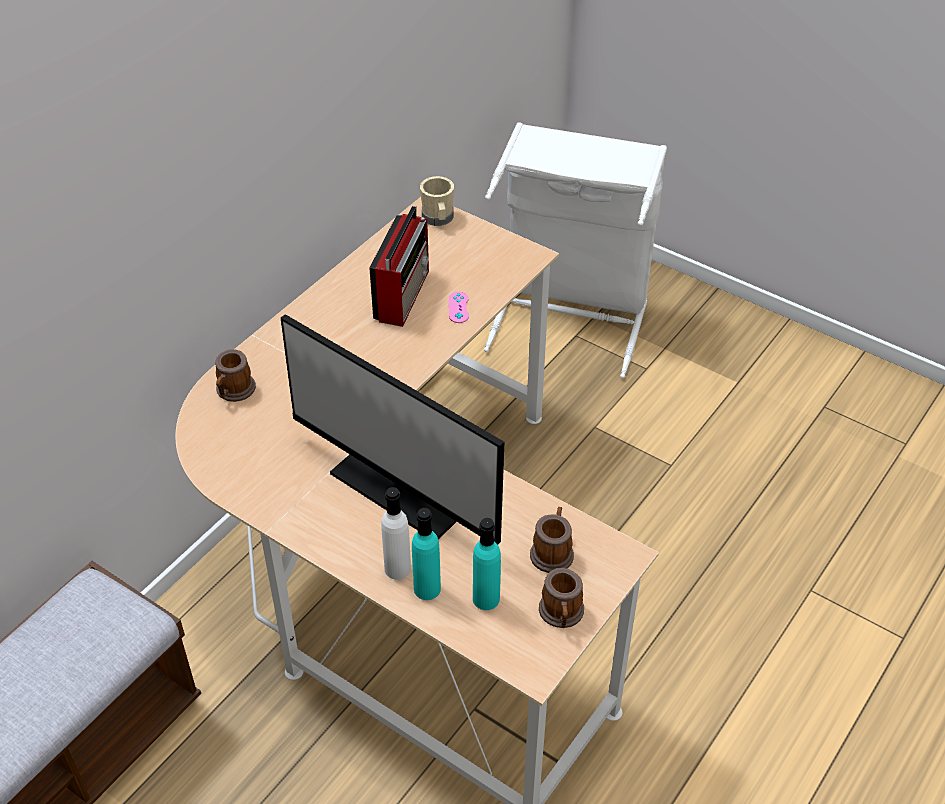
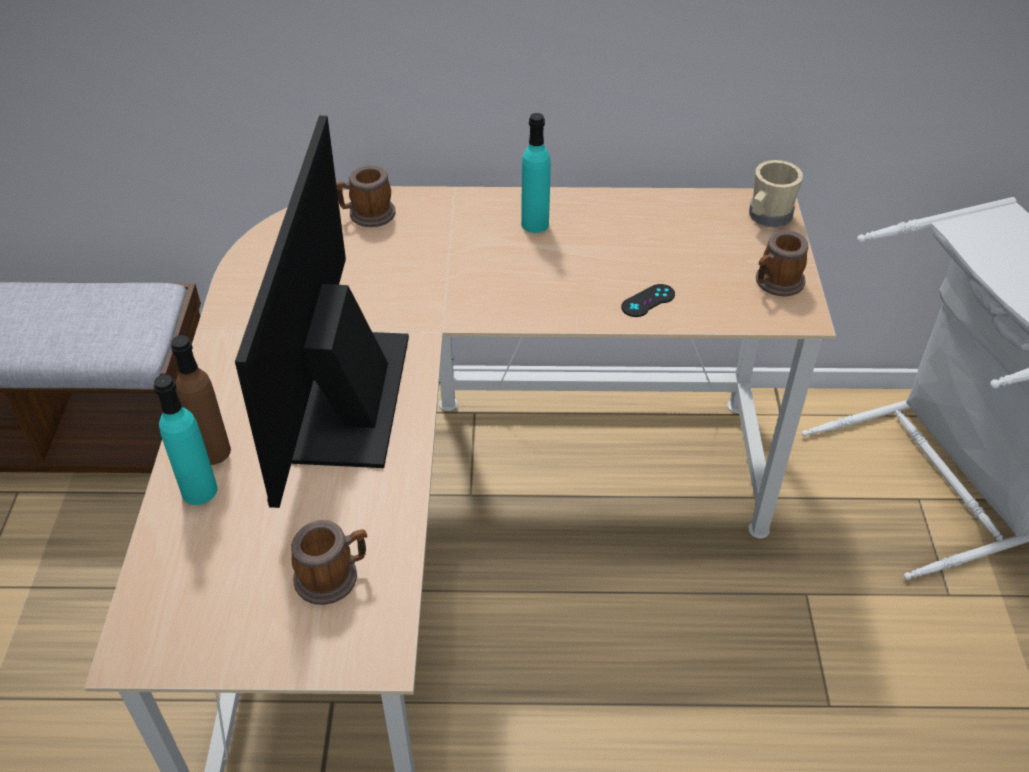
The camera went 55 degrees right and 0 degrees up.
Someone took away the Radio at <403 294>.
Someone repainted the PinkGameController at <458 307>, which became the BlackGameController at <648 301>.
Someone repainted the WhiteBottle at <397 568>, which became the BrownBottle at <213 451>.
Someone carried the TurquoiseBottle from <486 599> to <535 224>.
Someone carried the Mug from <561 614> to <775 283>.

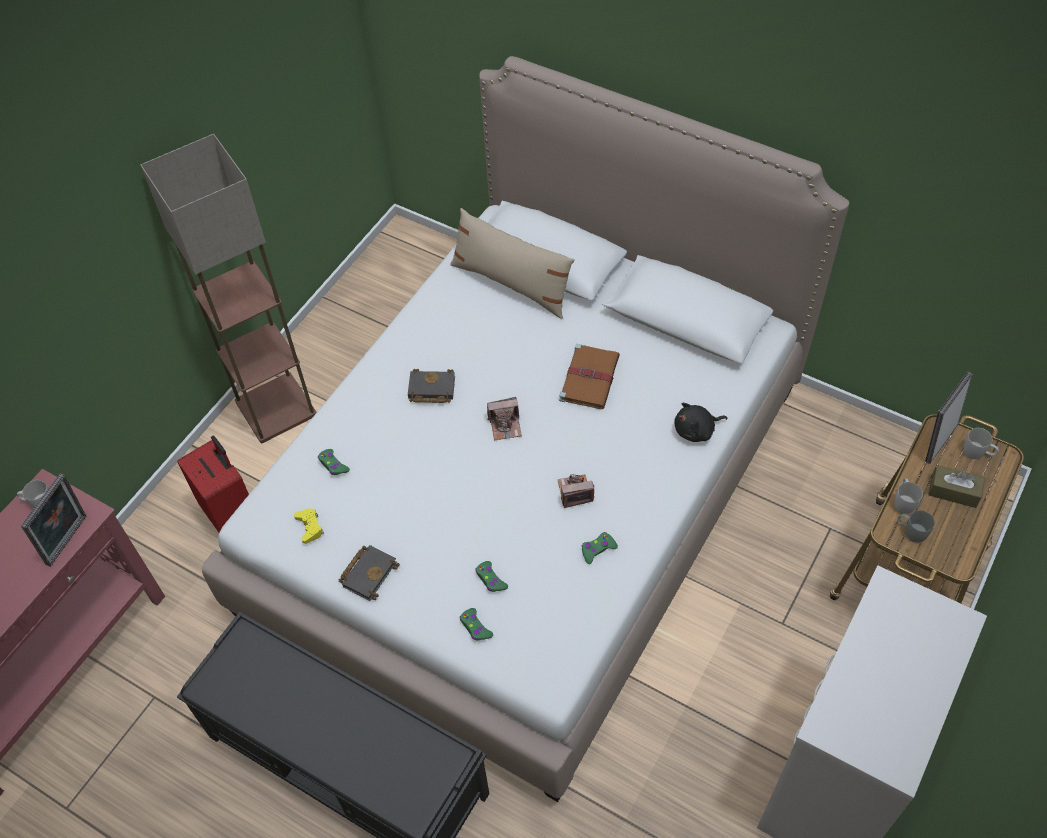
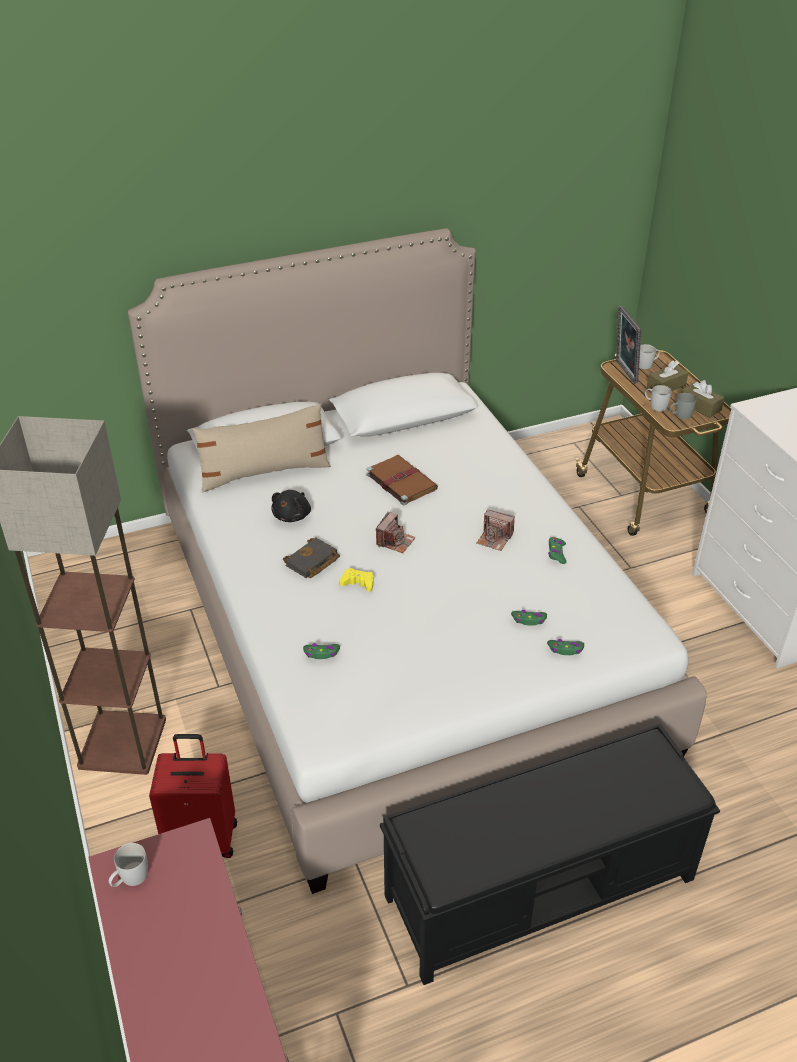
The camera went 55 degrees left and 15 degrees down.
Someone carried the BlackPlushToy from <696 430> to <292 515>.
Someone took away the PictureFrame at <70 541>.
Someone rotated the PhotoCamera at <574 492> by 90 degrees counterclockwise.
Someone carried the YellowGameController from <310 527> to <358 583>.
Someone took away the BlackBook at <369 573>.
Someone put down the BrownTissueBox at <700 406>.

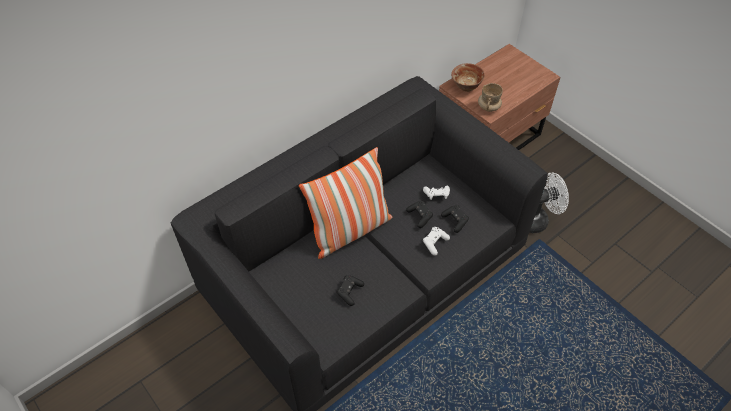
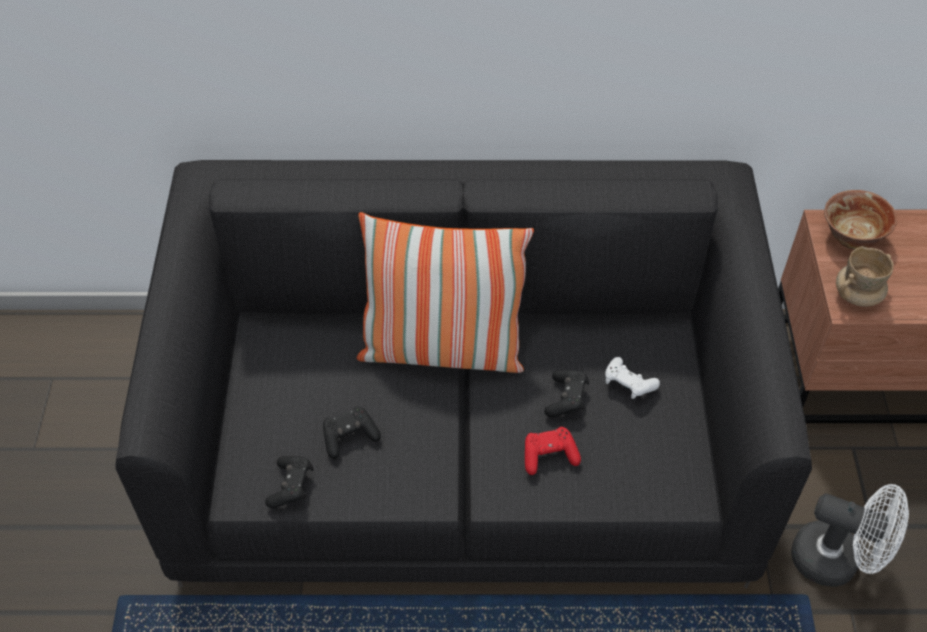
The camera went 40 degrees right and 0 degrees up.
Someone carried the BlackGameController from <455 221> to <291 487>.
Someone repainted the WhiteGameController at <434 243>, which became the RedGameController at <549 456>.

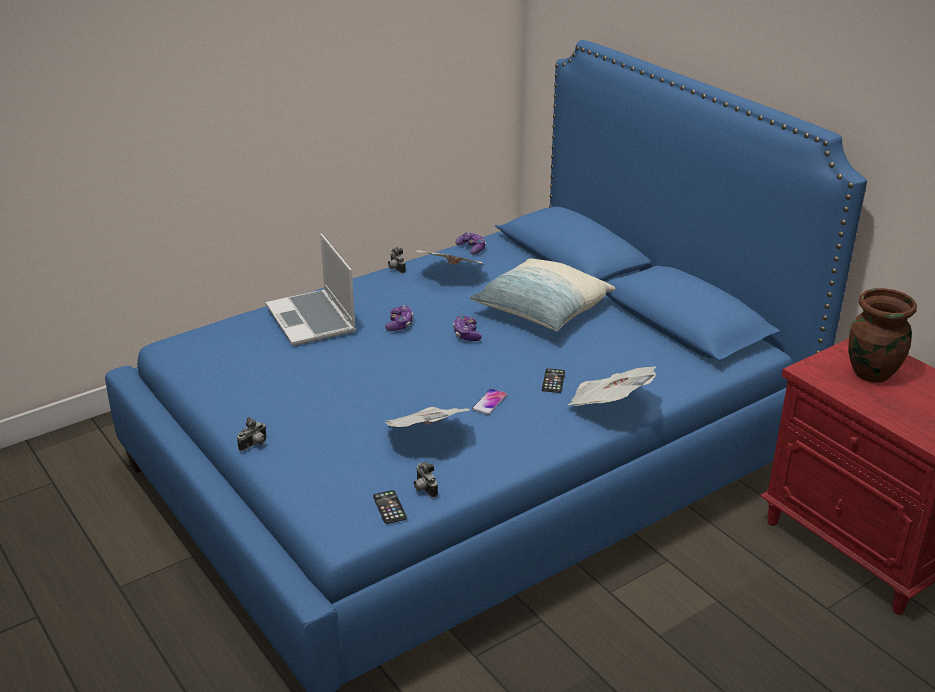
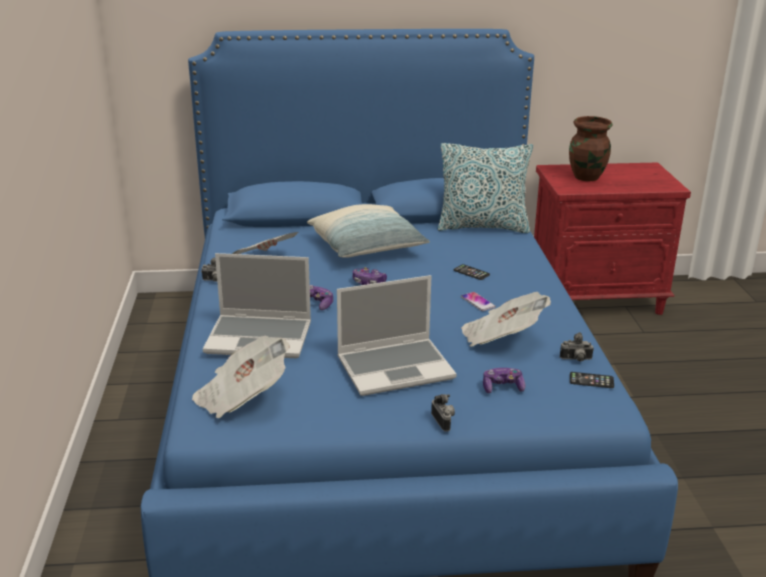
The camera went 60 degrees left and 5 degrees down.
Someone carried the GameController from <471 248> to <502 387>.
Someone carried the Newspaper from <609 405> to <242 397>.
Someone put down the Pillow at <482 226>.
Someone put down the Laptop at <396 367>.

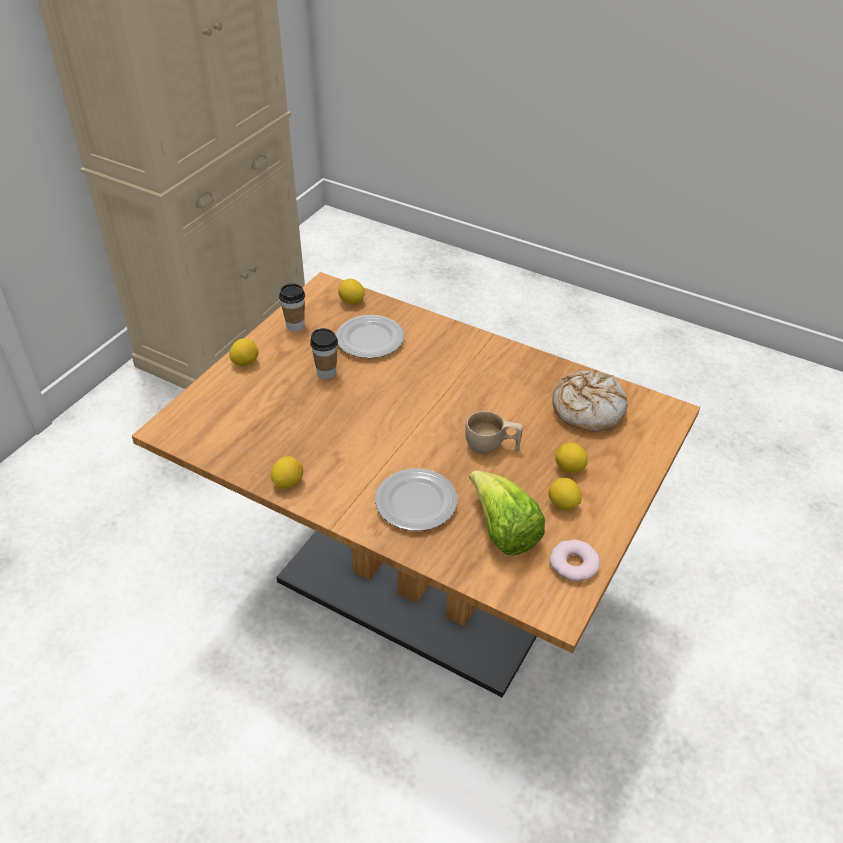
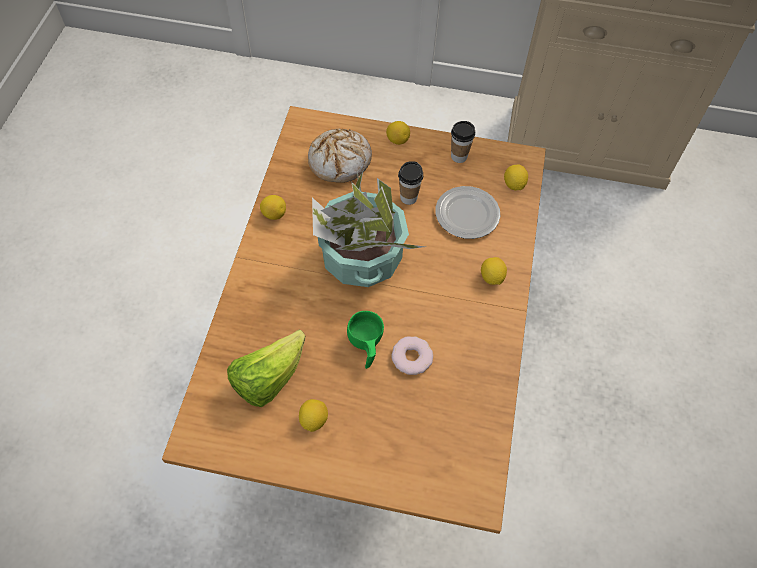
The camera went 70 degrees right and 15 degrees up.
Someone carried the Bread from <587 409> to <340 161>.
Someone repainted the BeigeCup at <492 447>, which became the GreenCup at <365 346>.
Someone carried the Lemon from <569 468> to <491 277>.
Someone took away the Plate at <416 502>.
Someone carried the Donut from <573 564> to <411 357>.
Someone put down the PottedPlant at <361 256>.

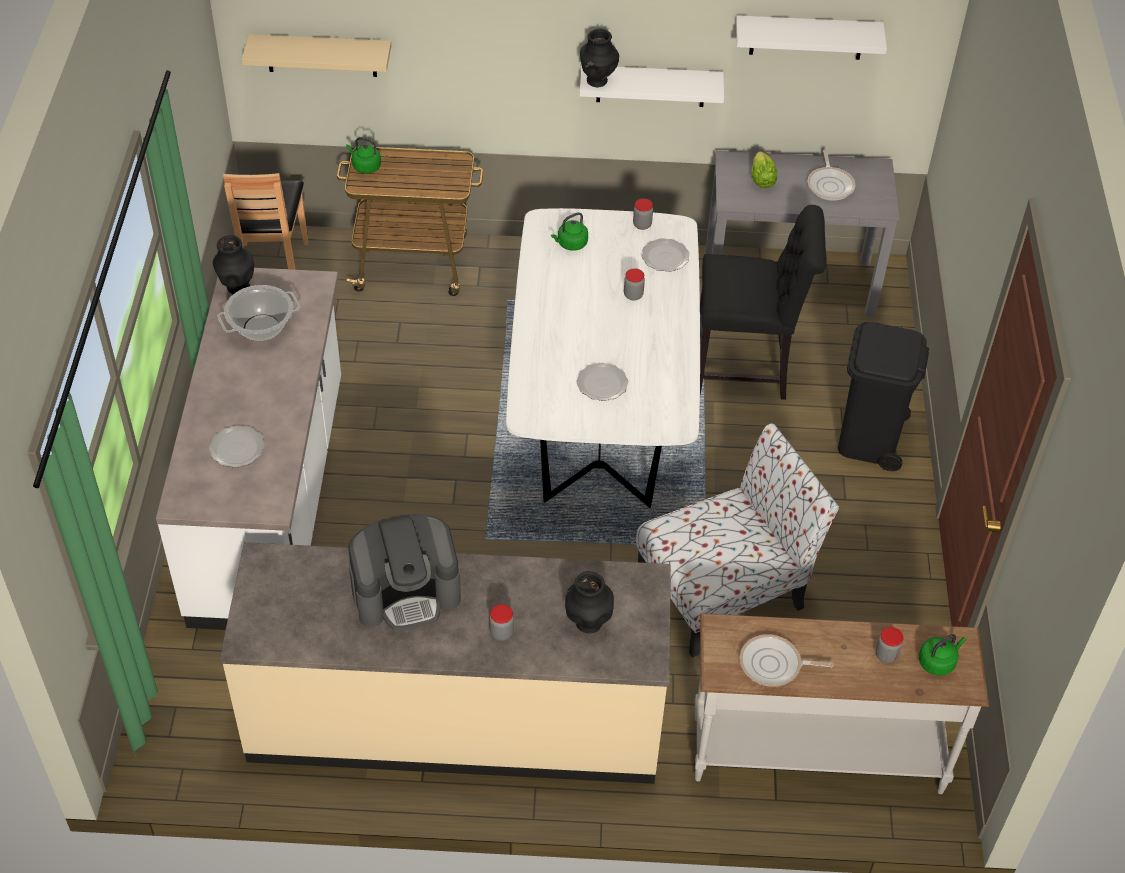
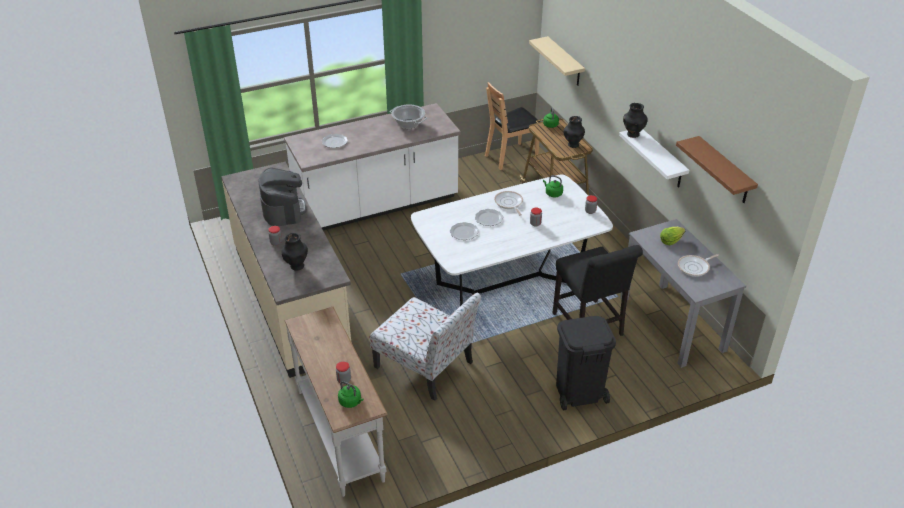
The camera went 65 degrees right and 10 degrees down.
Someone repainted the WhiteShelf at <807 37>, which became the BrownShelf at <724 171>.
Someone carried the BlackVase from <237 287> to <573 144>.
Someone carried the Plate from <665 256> to <489 218>.
Someone rotated the CoffeeMachine at <406 592> by 150 degrees counterclockwise.
Someone carried the FryingPan from <774 665> to <509 203>.

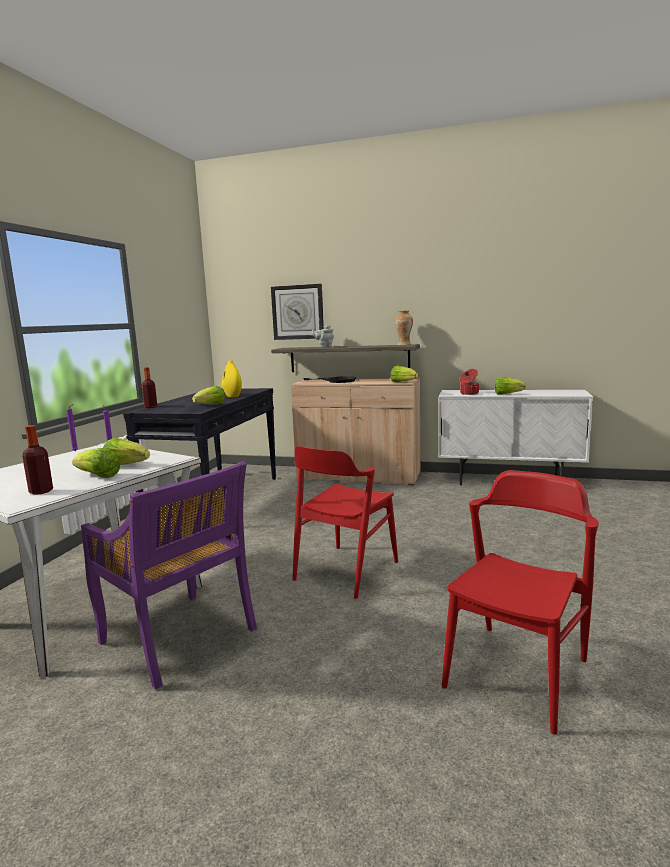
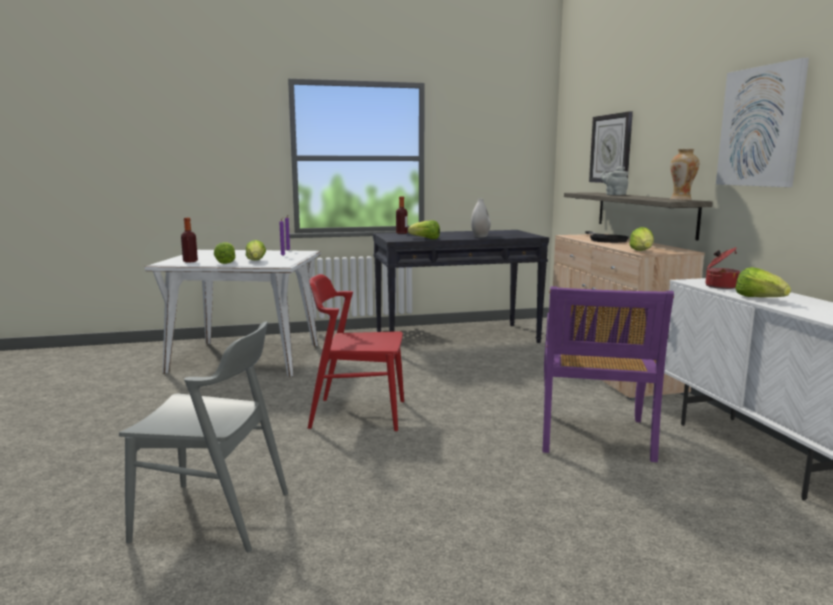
The camera went 60 degrees right and 0 degrees up.
Someone repainted the YellowVase at <232 396>, which became the WhiteVase at <480 236>.
Someone carried the PurpleChair from <179 637> to <595 437>.
Someone repainted the RedChair at <517 673>, which became the GreyChair at <213 516>.
Someone put up the Picture at <761 127>.

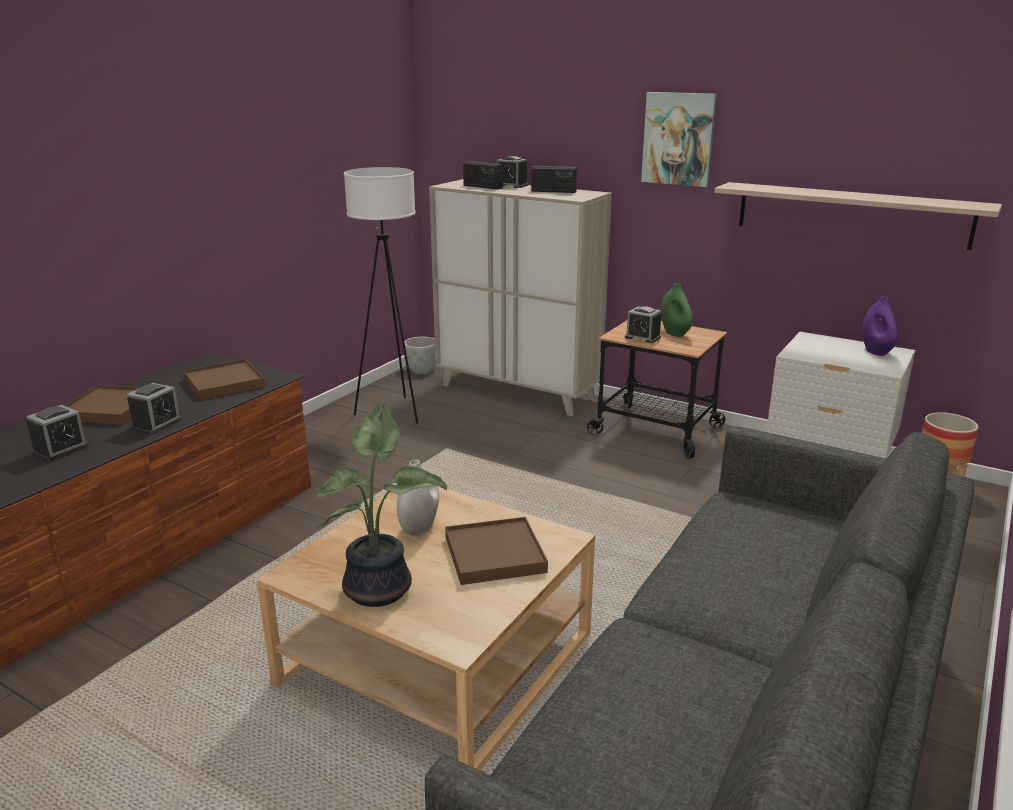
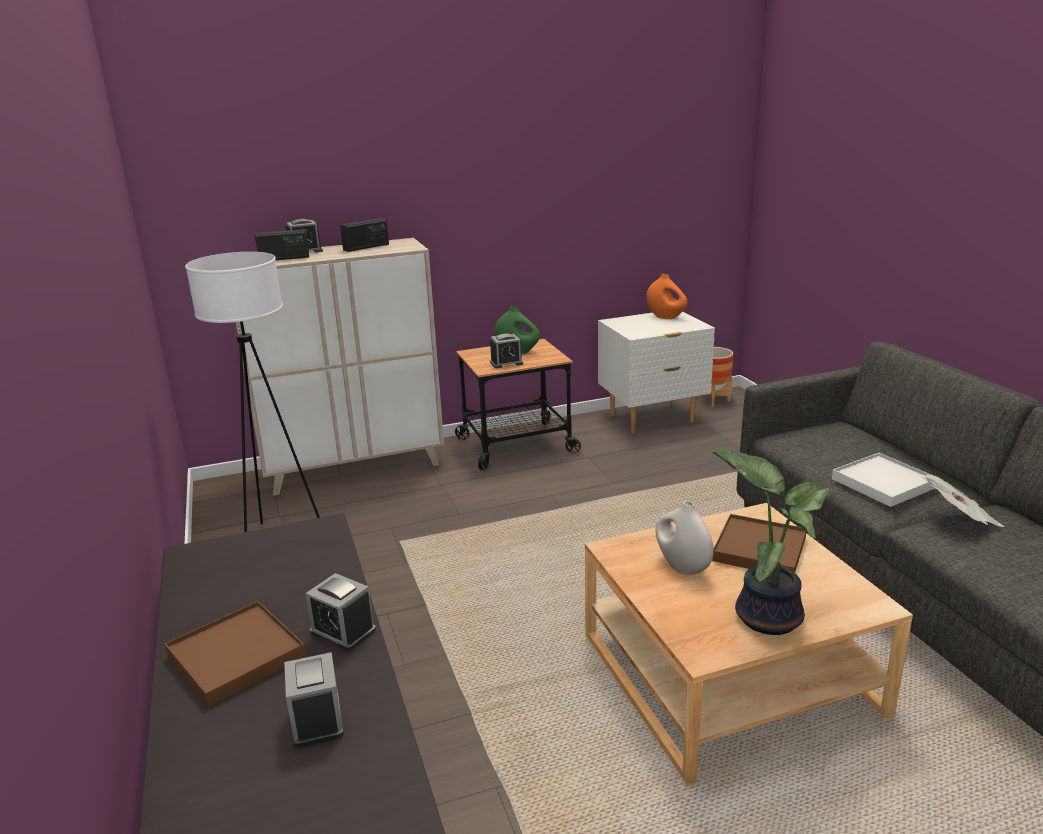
The camera went 50 degrees left and 0 degrees up.
Someone took away the Picture at <678 139>.
Someone took away the Shelf at <851 214>.
Someone repainted the PurpleVase at <876 352>, which became the OrangeVase at <666 317>.
Someone took away the GreyPlanter at <422 370>.
Someone took away the BrownTray at <224 383>.
Someone rotated the AlarmClock at <156 424> by 150 degrees clockwise.
Someone put down the WhiteTray at <883 483>.
Someone put down the Newspaper at <958 519>.

